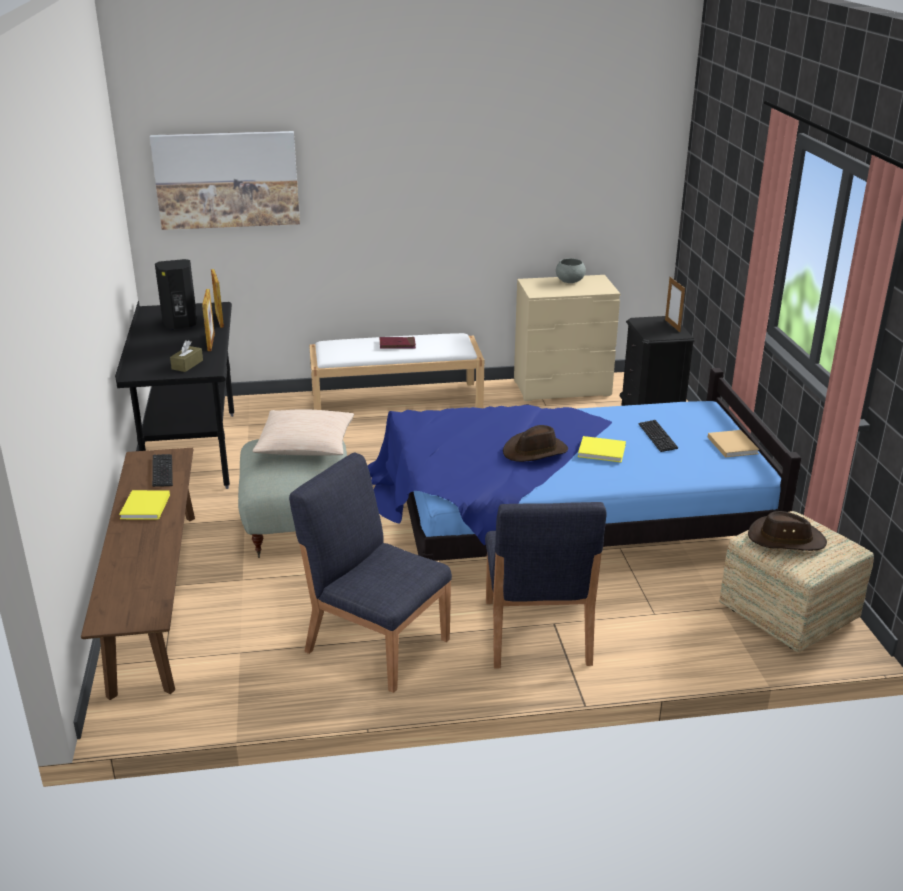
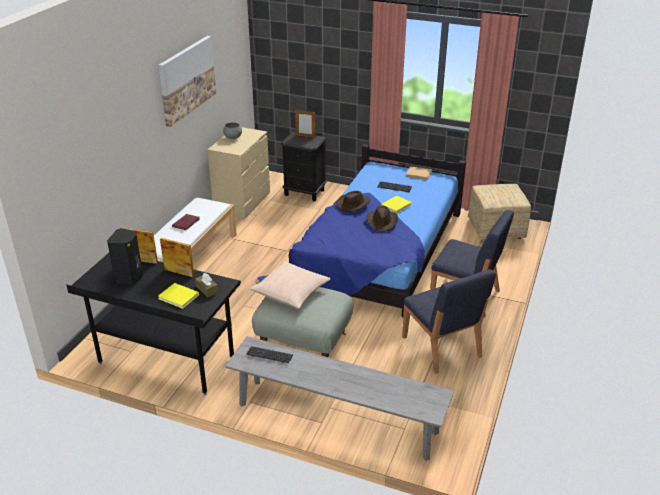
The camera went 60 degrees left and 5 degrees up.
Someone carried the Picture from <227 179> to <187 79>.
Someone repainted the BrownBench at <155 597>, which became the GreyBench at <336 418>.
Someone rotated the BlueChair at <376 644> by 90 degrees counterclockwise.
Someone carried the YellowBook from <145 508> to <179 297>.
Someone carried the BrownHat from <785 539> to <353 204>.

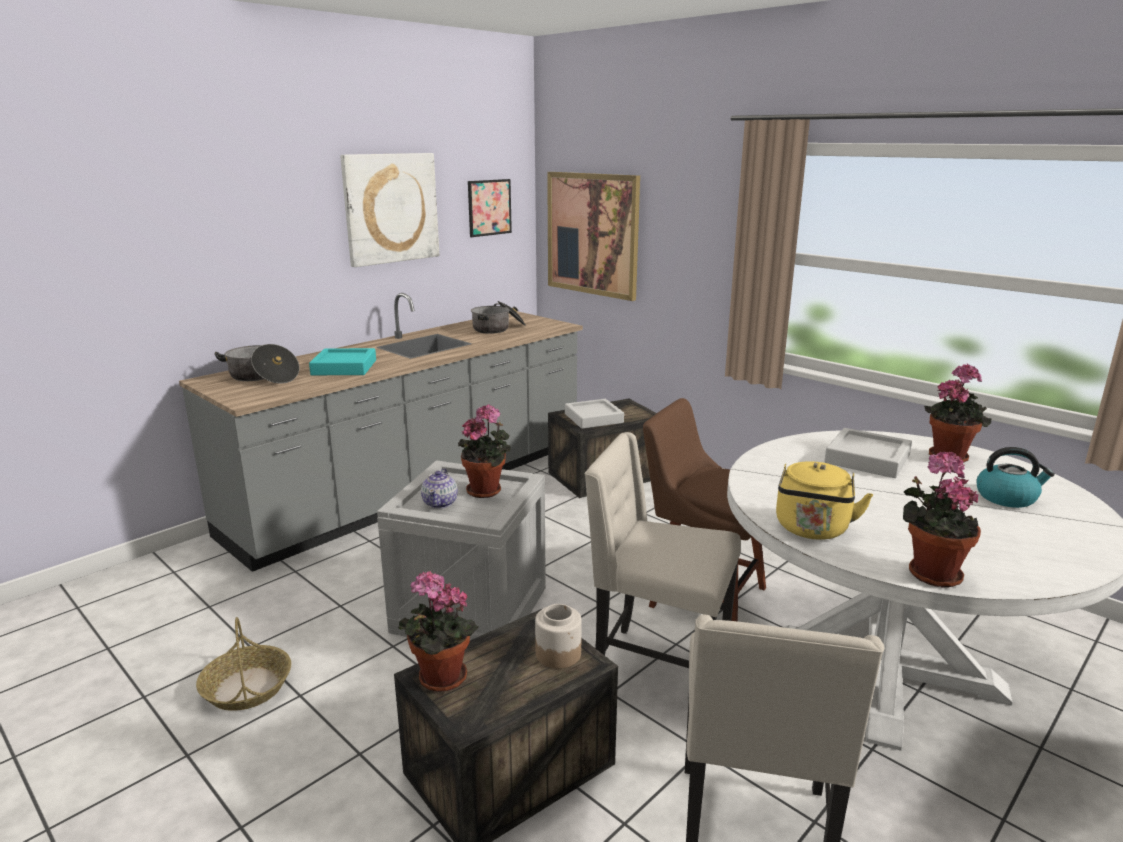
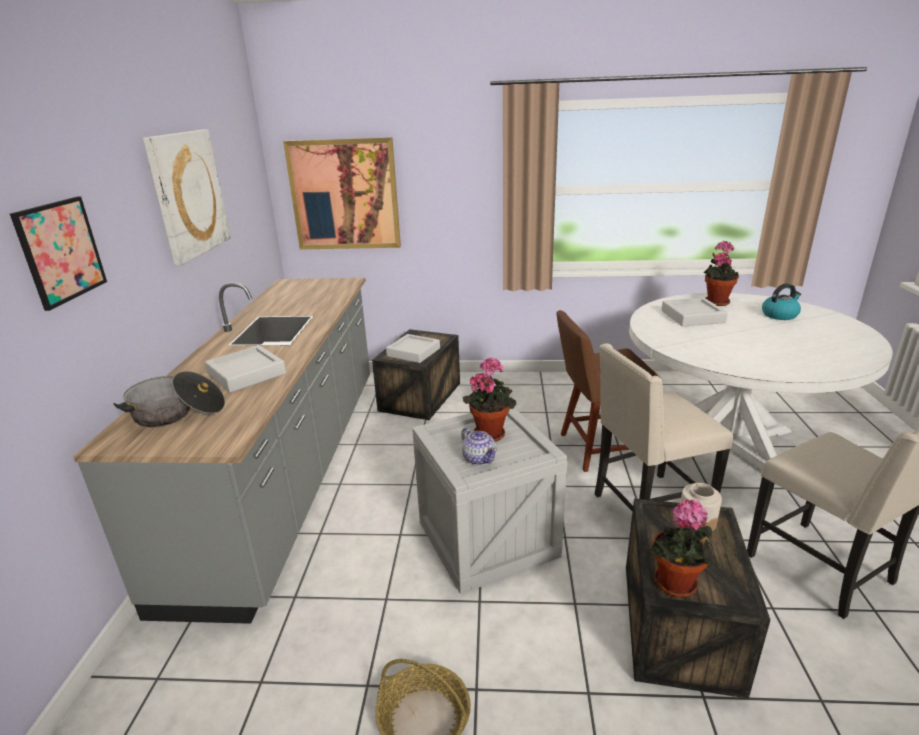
The camera went 40 degrees left and 5 degrees up.
Someone carried the Picture from <489 207> to <61 251>.
Someone took away the CookingPot at <498 328>.
Someone repainted the TurquoiseTray at <344 367>, which became the GreyTray at <246 374>.
Someone took away the PottedPlant at <930 573>.
Someone took away the YellowKettle at <812 530>.

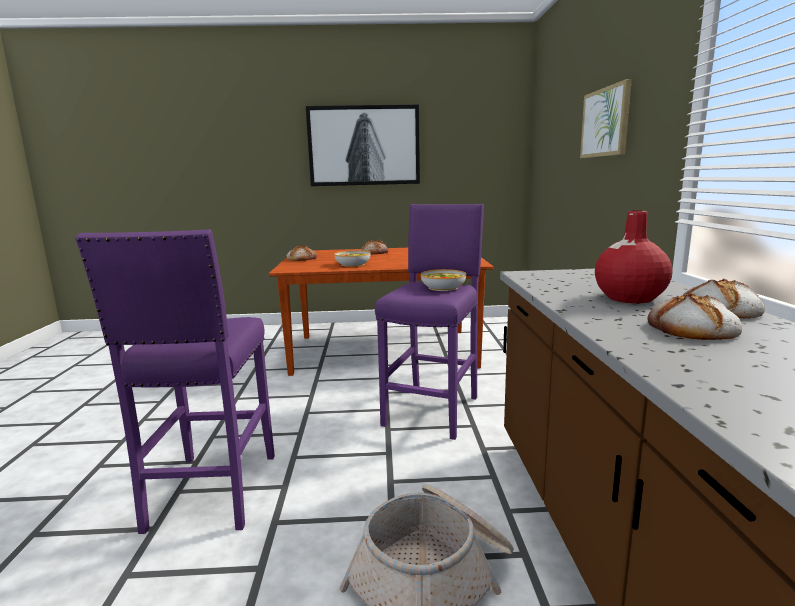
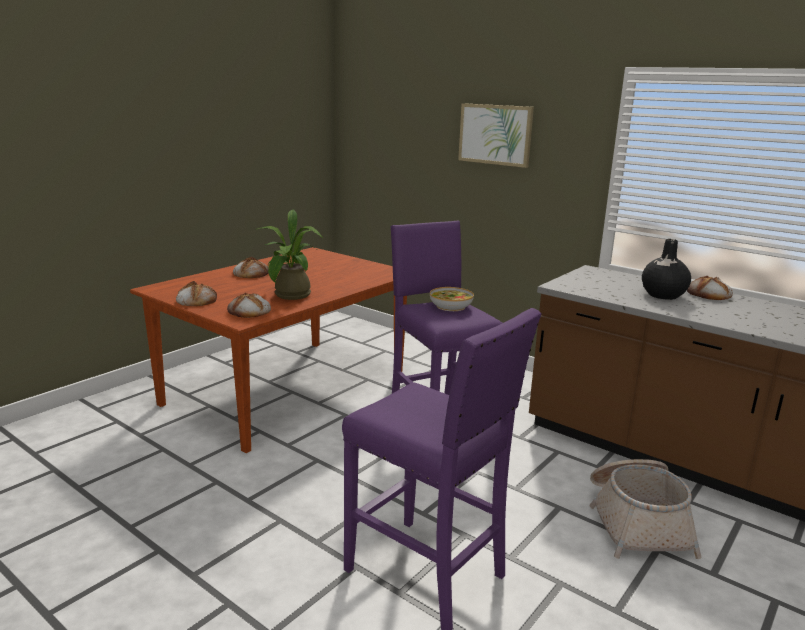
The camera went 50 degrees left and 5 degrees up.
Someone took away the Picture at <364 146>.
Someone repainted the RedVase at <629 298>, which became the BlackVase at <662 295>.
Someone swapped the Bowl at <352 264> for the PottedPlant at <290 296>.
Someone carried the Bread from <691 329> to <249 311>.

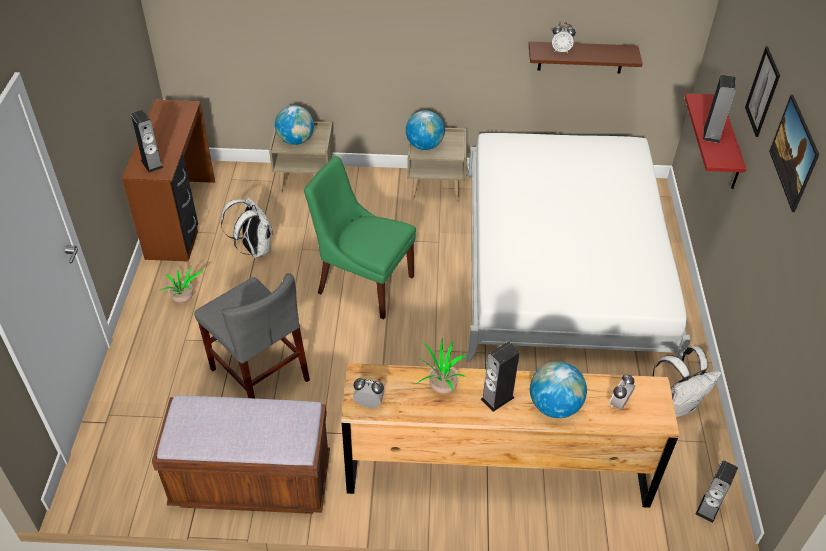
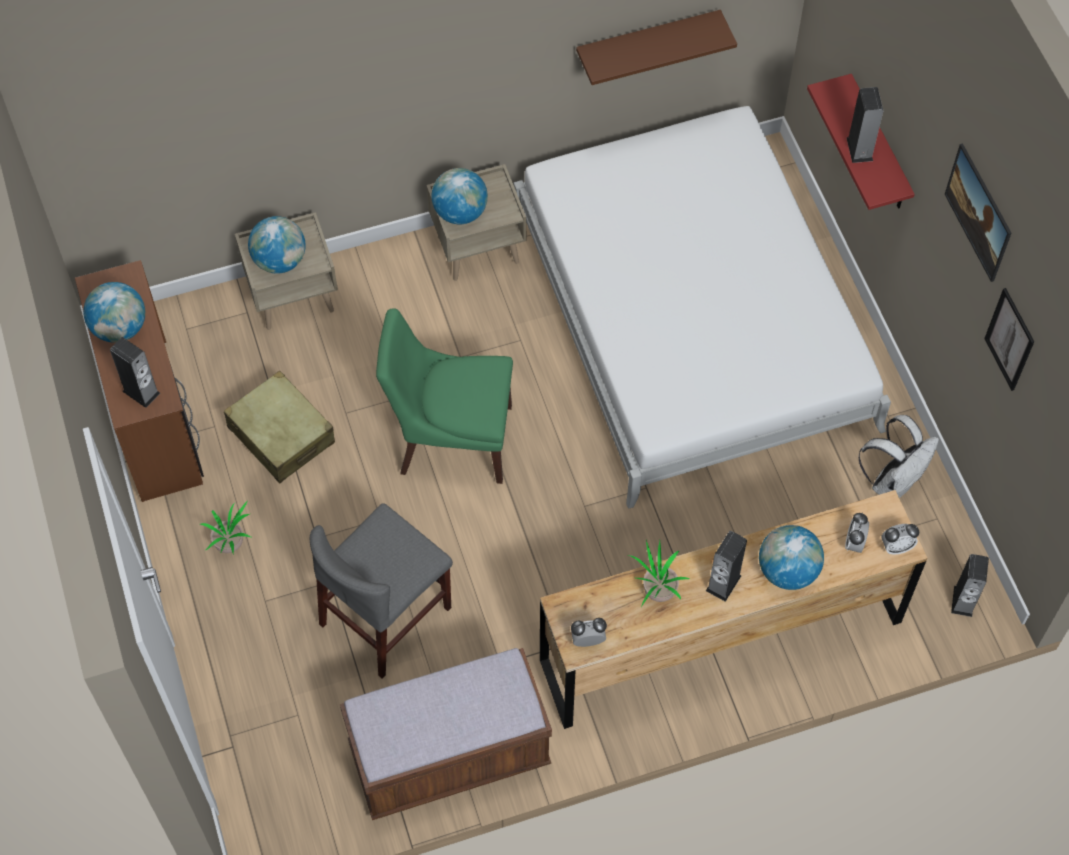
The camera went 20 degrees left and 15 degrees up.
Someone carried the AlarmClock from <561 50> to <896 547>.
Someone carried the Picture from <762 92> to <1009 339>.
Someone swapped the WhiteBackpack at <254 249> for the BeigeSuitcase at <281 435>.
Someone rotated the GreyChair at <259 374> by 105 degrees clockwise.
Someone put down the Globe at <120 328>.

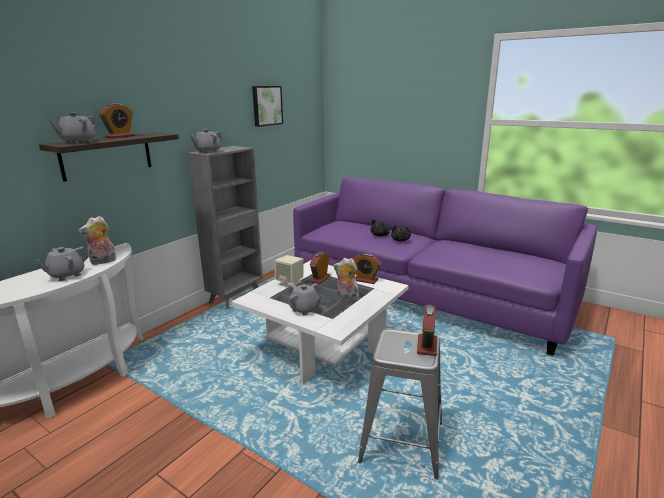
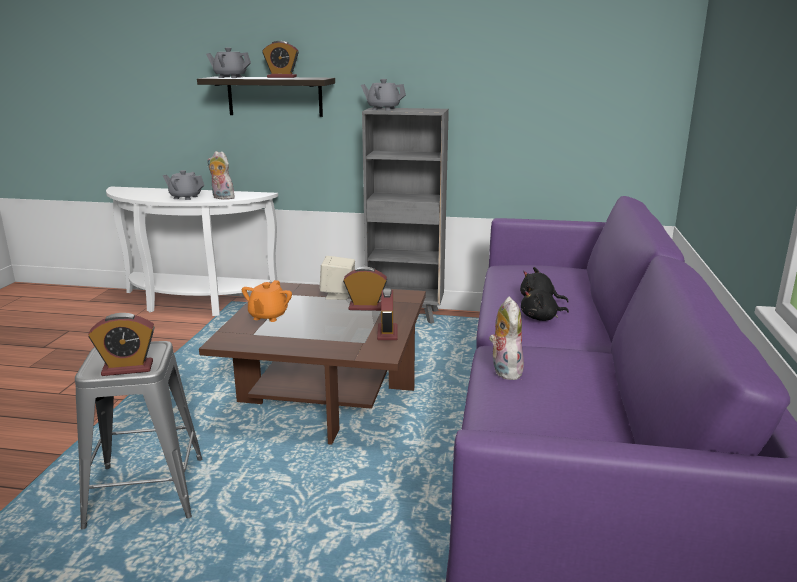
The camera went 65 degrees right and 0 degrees up.
Someone took away the Picture at <266 105>.
Someone carried the PlushToy from <346 298> to <504 370>.
Someone repainted the WhiteCoffeeTable at <324 347>, which became the BrownCoffeeTable at <327 396>.
Someone repainted the GreyTeapot at <304 309>, which became the OrangeTeapot at <268 316>.

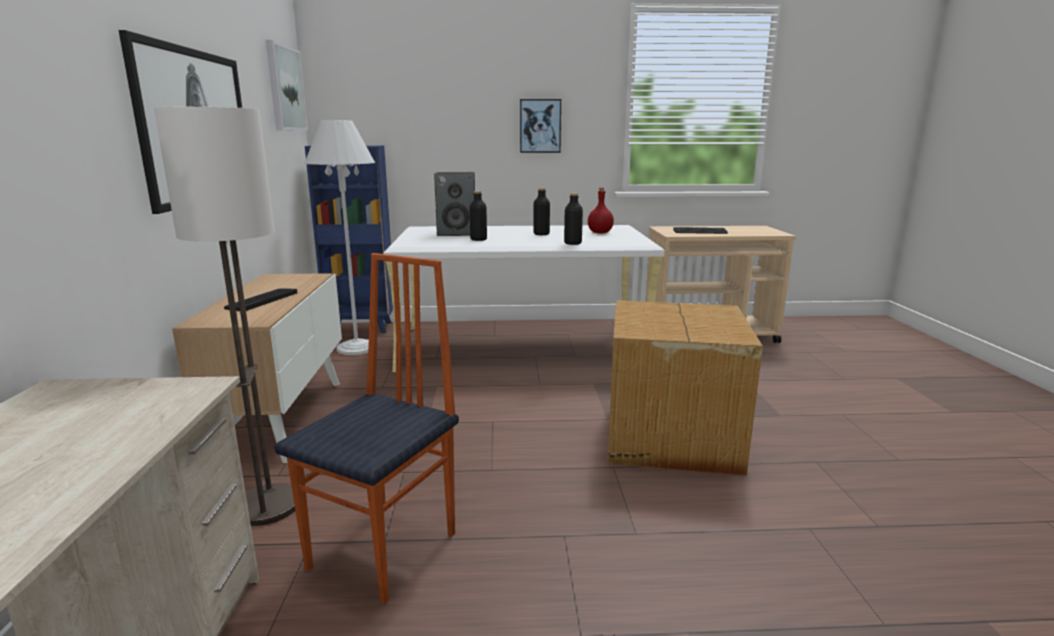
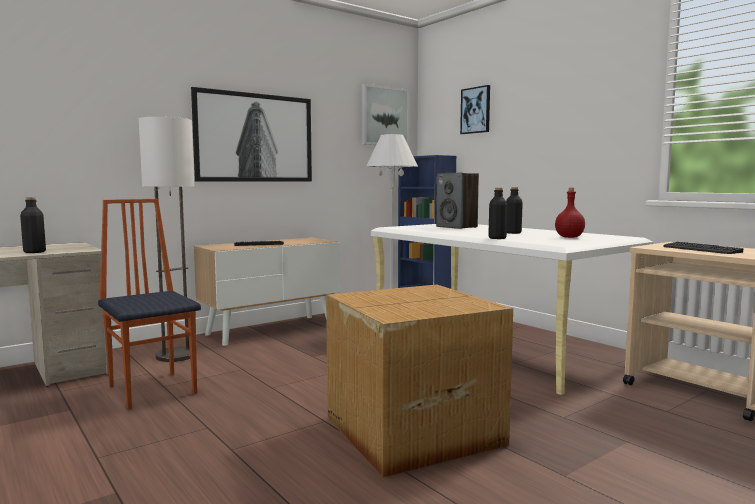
The camera went 55 degrees right and 10 degrees down.
Someone carried the Picture from <540 126> to <476 110>.
Someone carried the BlackBottle from <478 239> to <34 252>.
Someone rotated the Chair at <386 550> by 120 degrees counterclockwise.

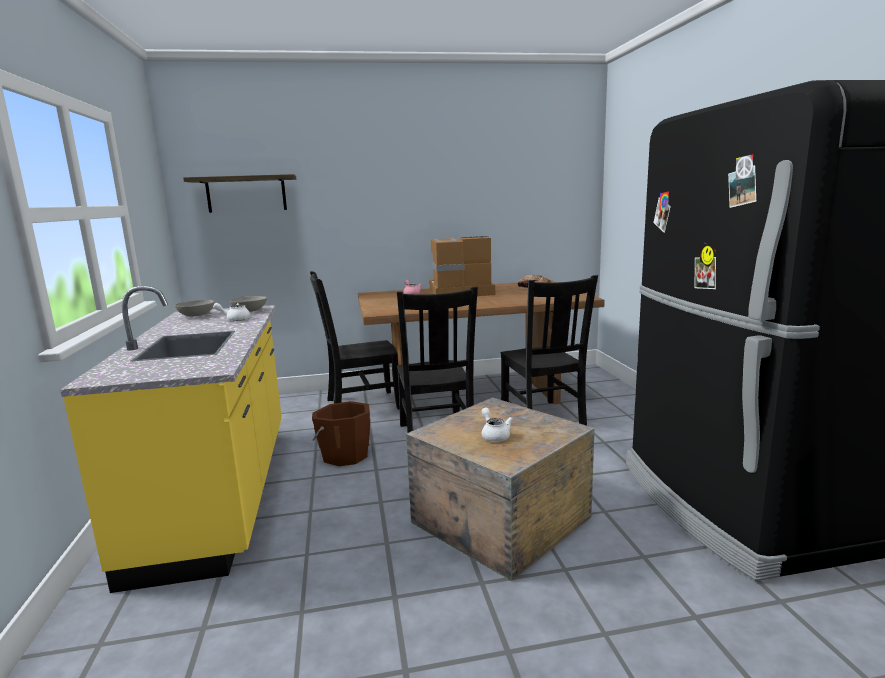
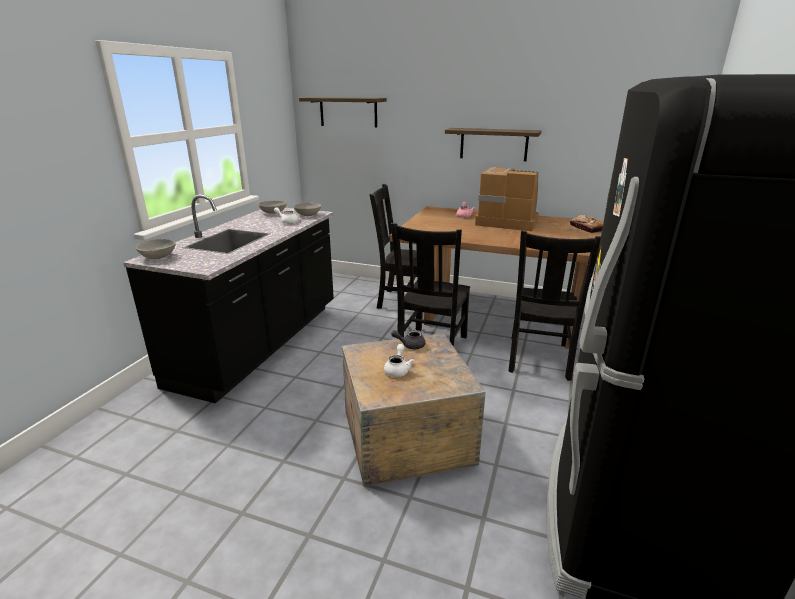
The camera went 30 degrees right and 10 degrees up.
Someone repainted the YellowCounter at <221 492>, which became the BlackCounter at <260 344>.
Someone took away the BrownBucket at <344 455>.
Someone put up the Shelf at <493 144>.
Someone put down the GreyBowl at <158 257>.
Someone put down the GreyTeapot at <410 345>.

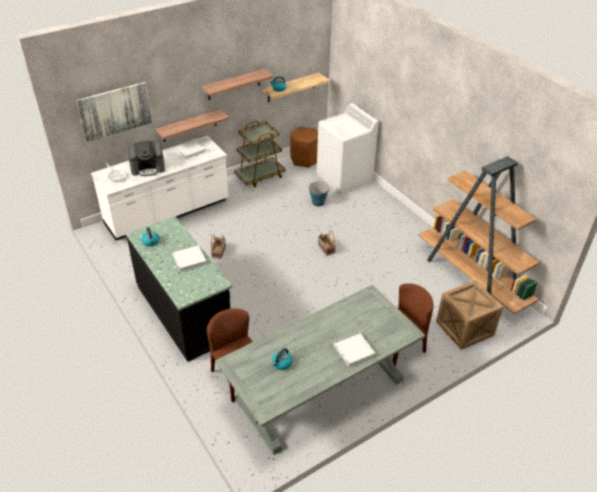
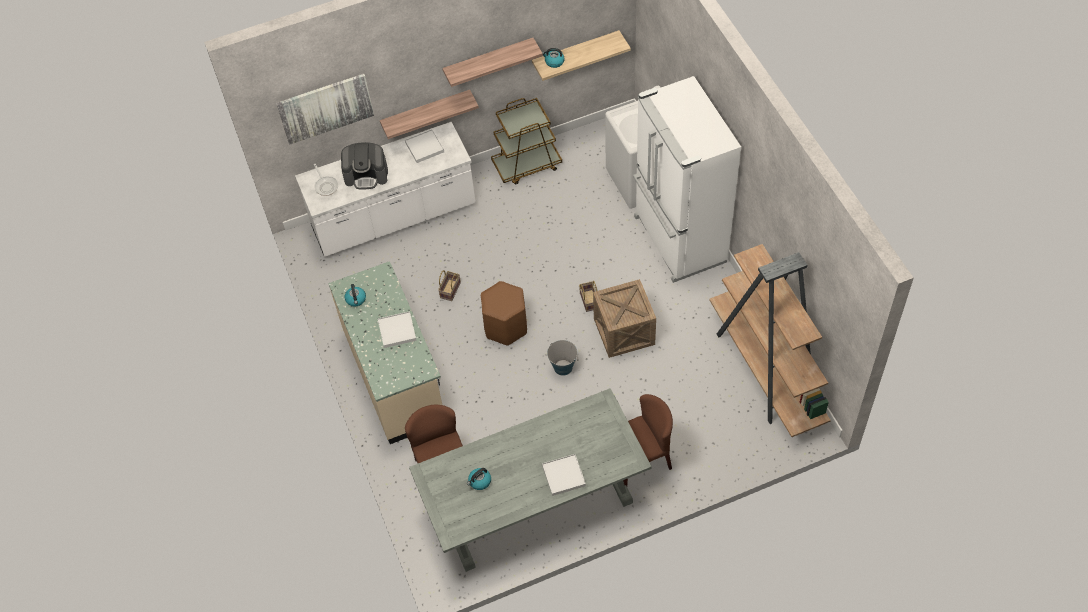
The camera went 15 degrees right and 15 degrees up.
Someone carried the BrownStool from <304 160> to <505 326>.
Someone carried the Bucket from <318 202> to <563 367>.
Someone repainted the BlackCounter at <184 312>, which became the BeigeCounter at <395 376>.
Someone carried the Crate from <464 328> to <624 331>.
Someone put down the WhiteFridge at <678 240>.

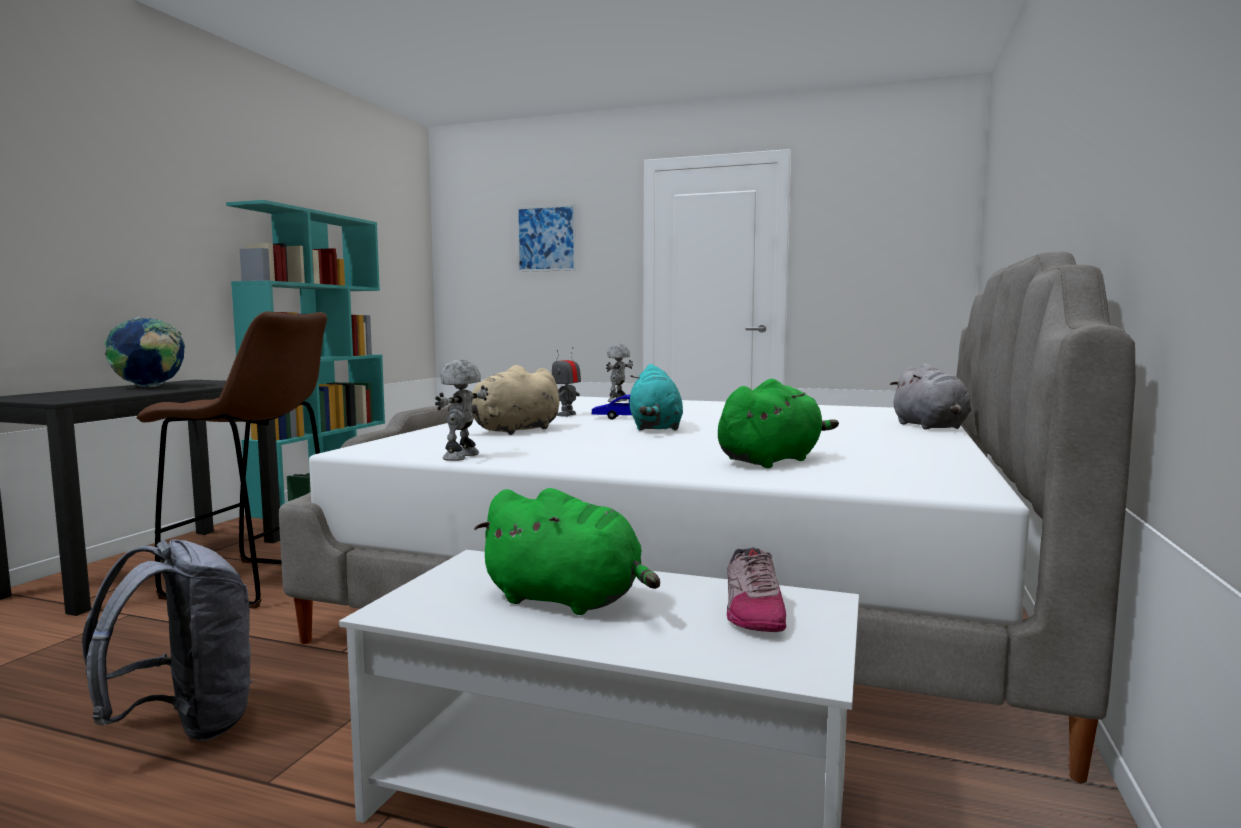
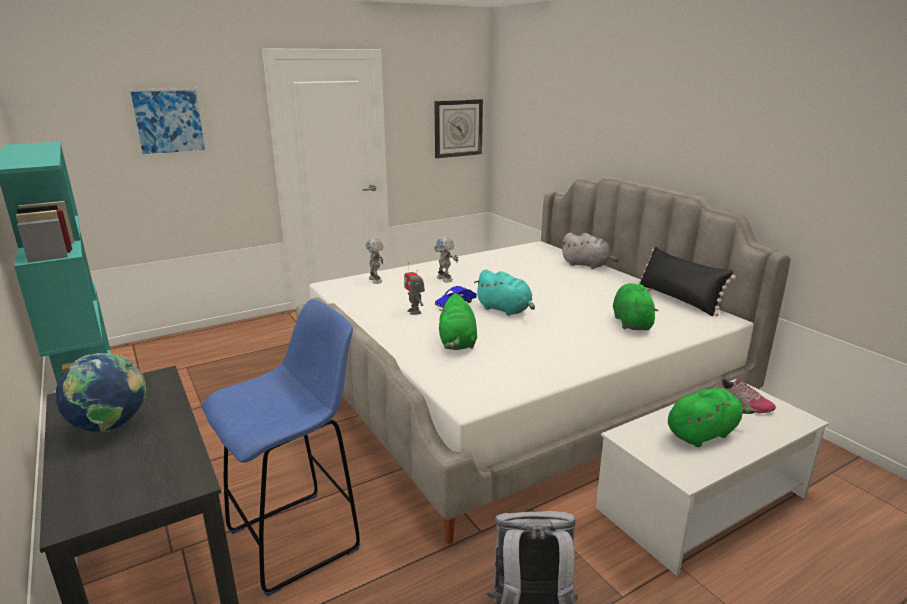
The camera went 50 degrees left and 15 degrees up.
Someone repainted the BrownStool at <254 583>, which became the BlueStool at <298 538>.
Someone carried the ToyRobot from <463 457> to <445 279>.
Someone repainted the BeigePlushToy at <513 431>, which became the GreenPlushToy at <457 343>.
Someone put up the WallClock at <458 128>.
Someone put down the BlackPillow at <678 299>.

